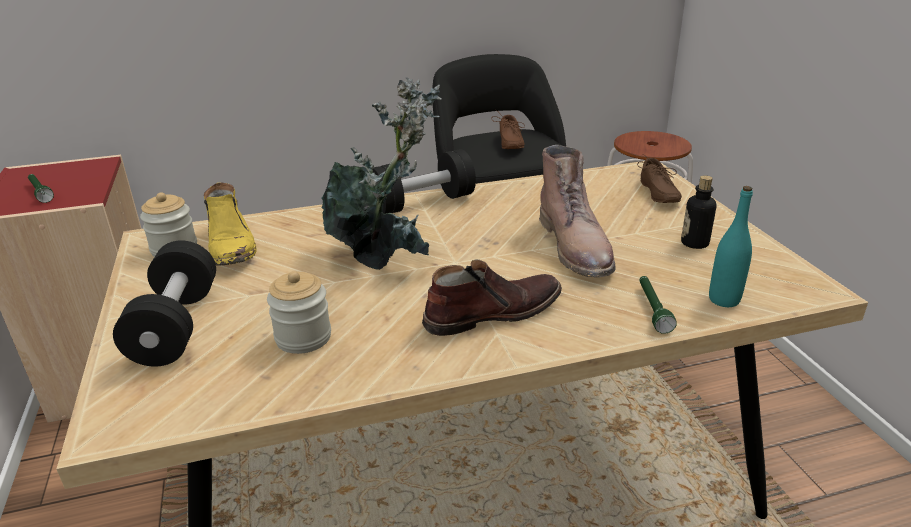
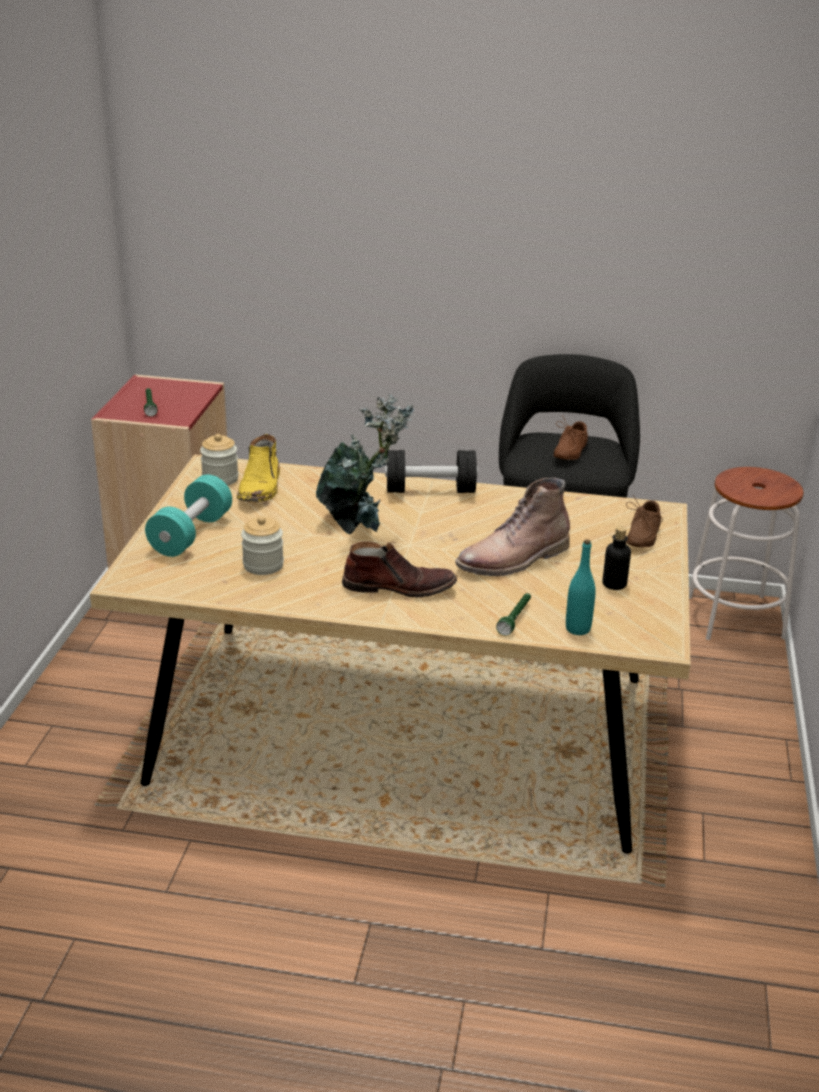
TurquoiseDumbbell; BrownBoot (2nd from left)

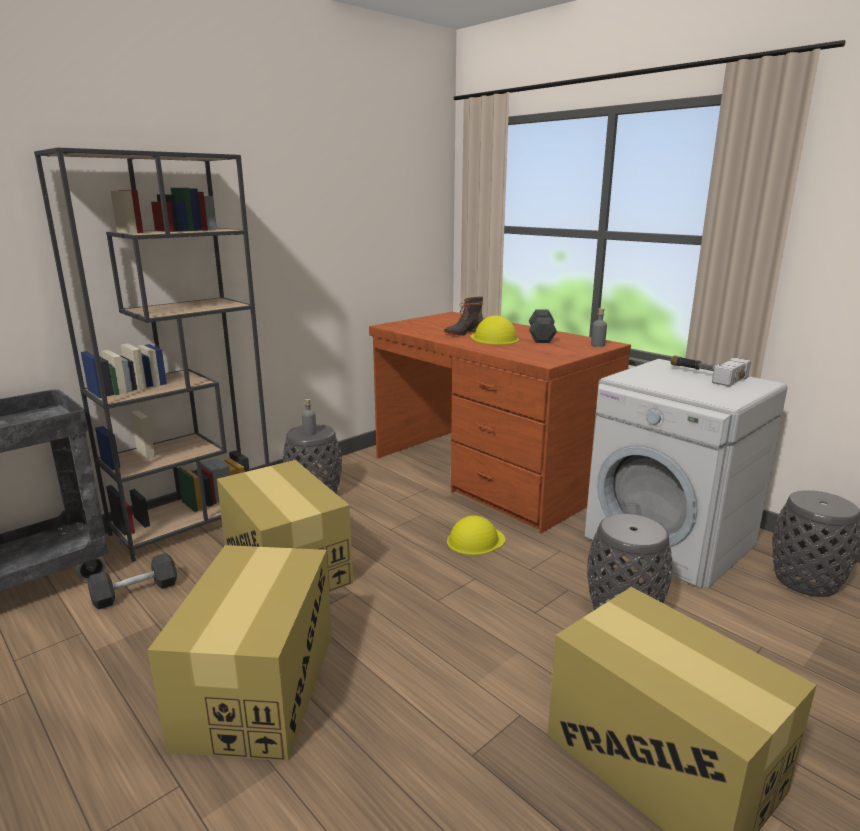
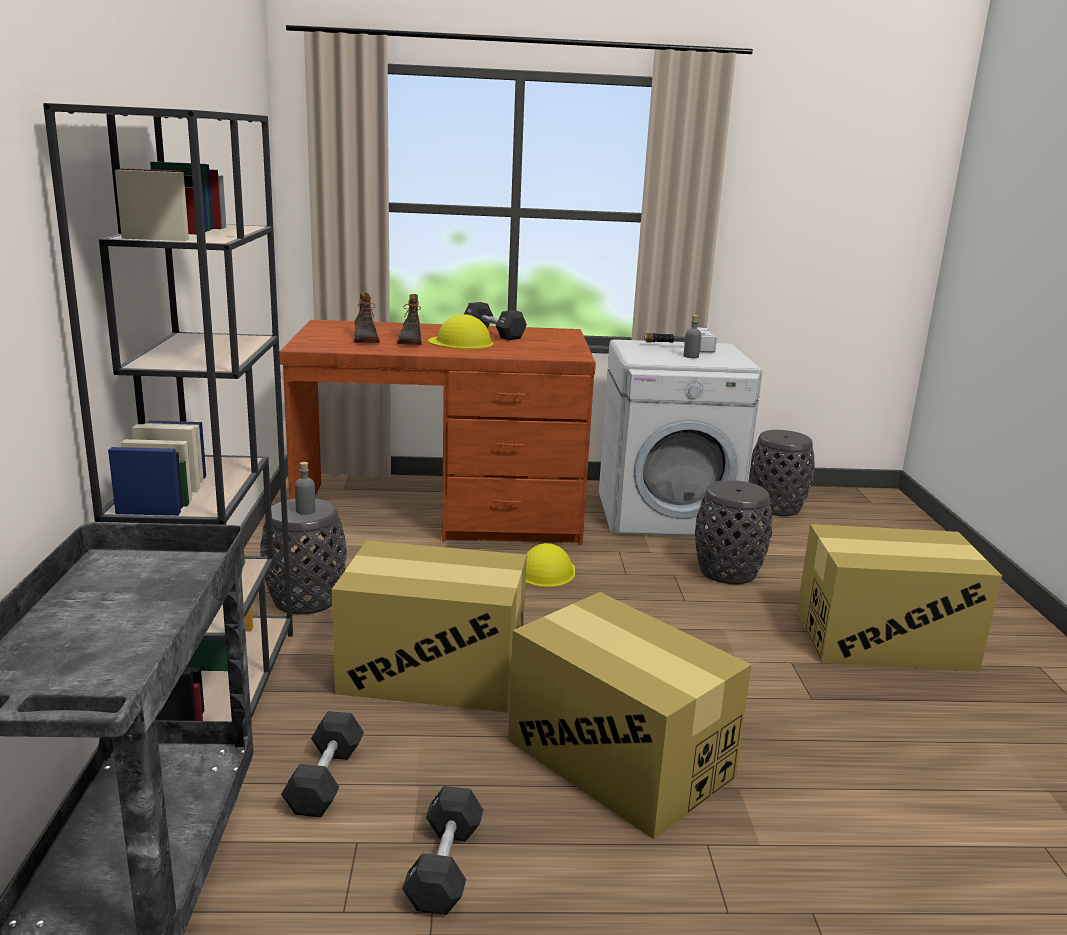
Boot (1st from left); BlackDumbbell (2nd from left); GreyBottle (2nd from left)

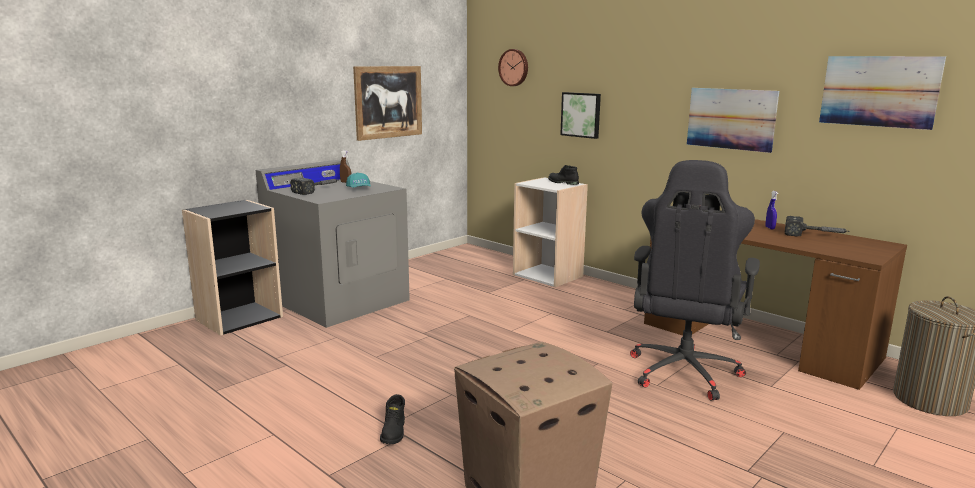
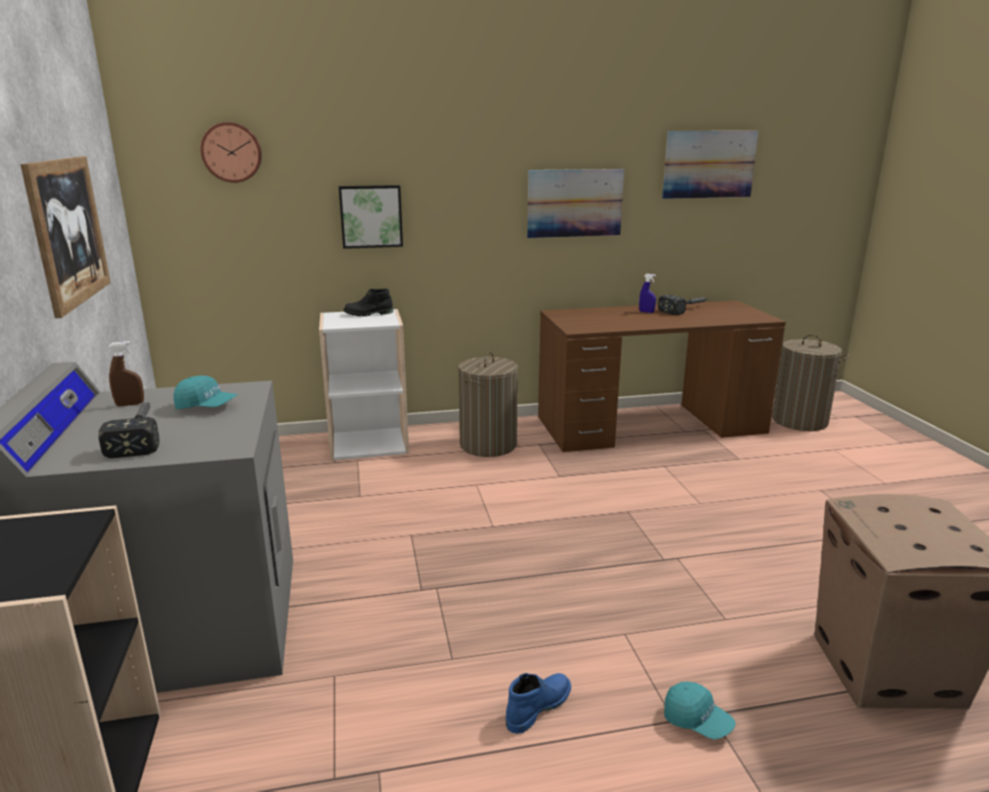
LaundryBasket (1st from left); BlueBoot; TurquoiseCap (2nd from left); BlackOfficeChair

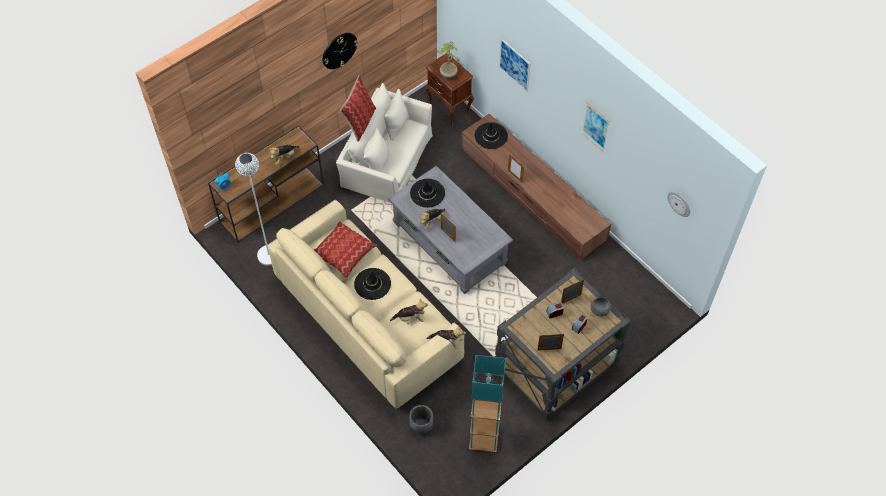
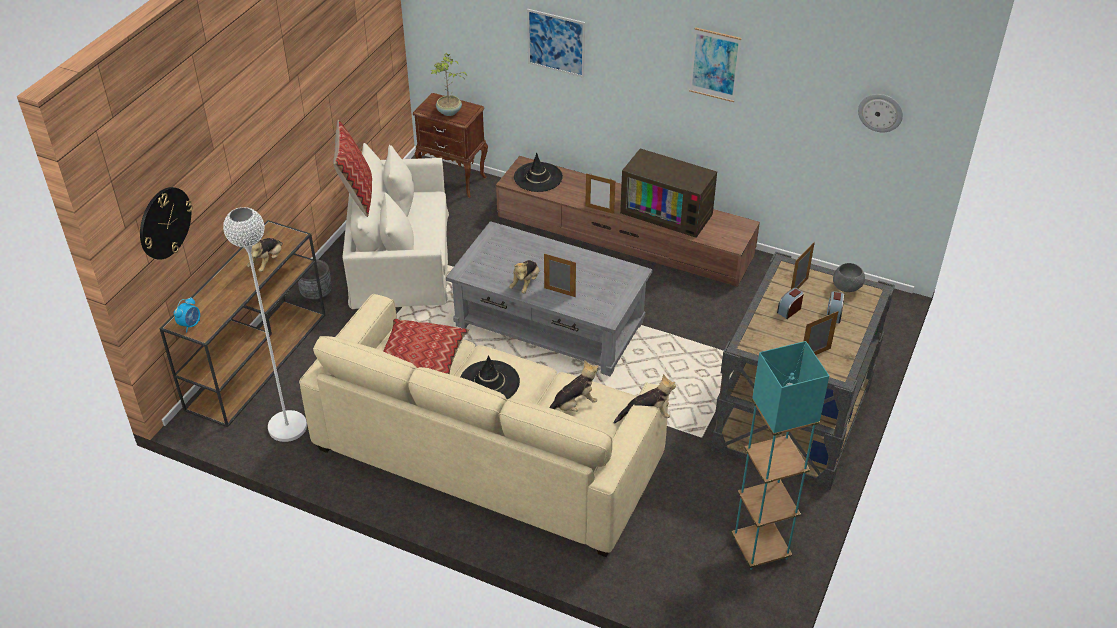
WallClock (1st from left); GreyPlanter; Television; BlackHat (2nd from left in the first image)

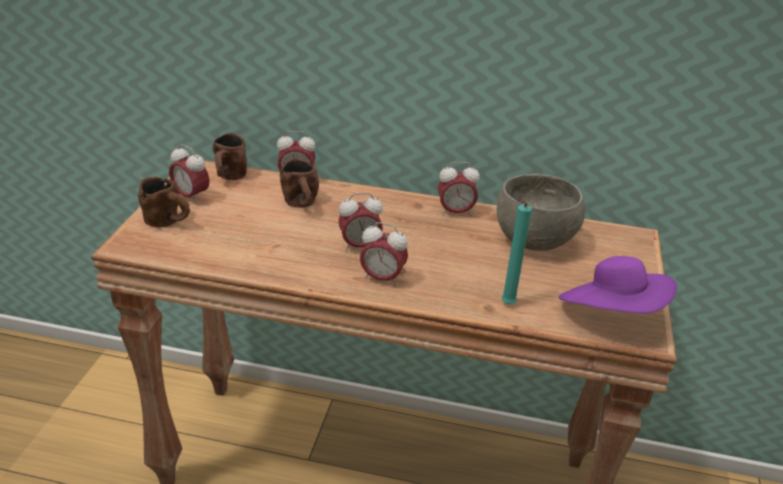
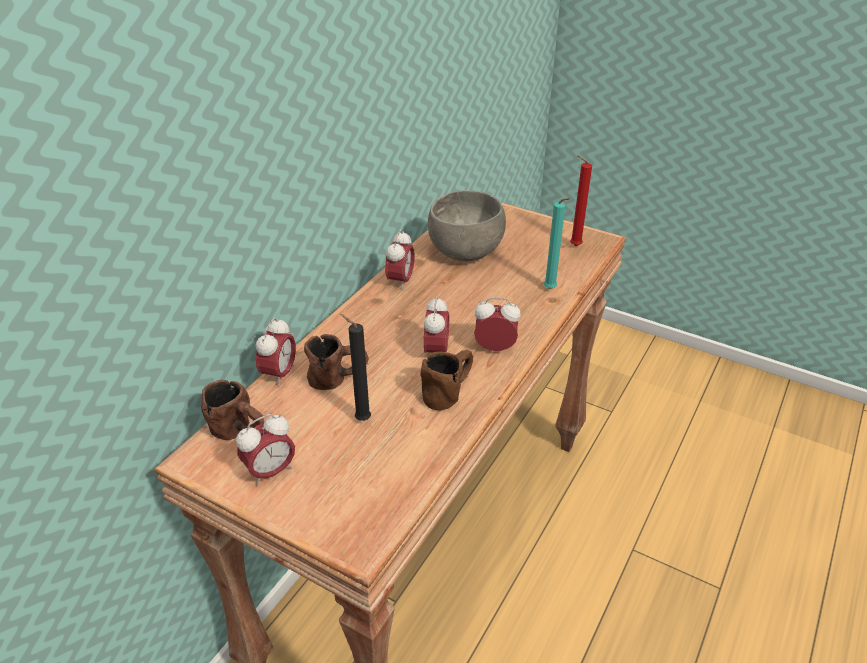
BlackCandle; BrownMug (3rd from left); AlarmClock (5th from left); RedCandle

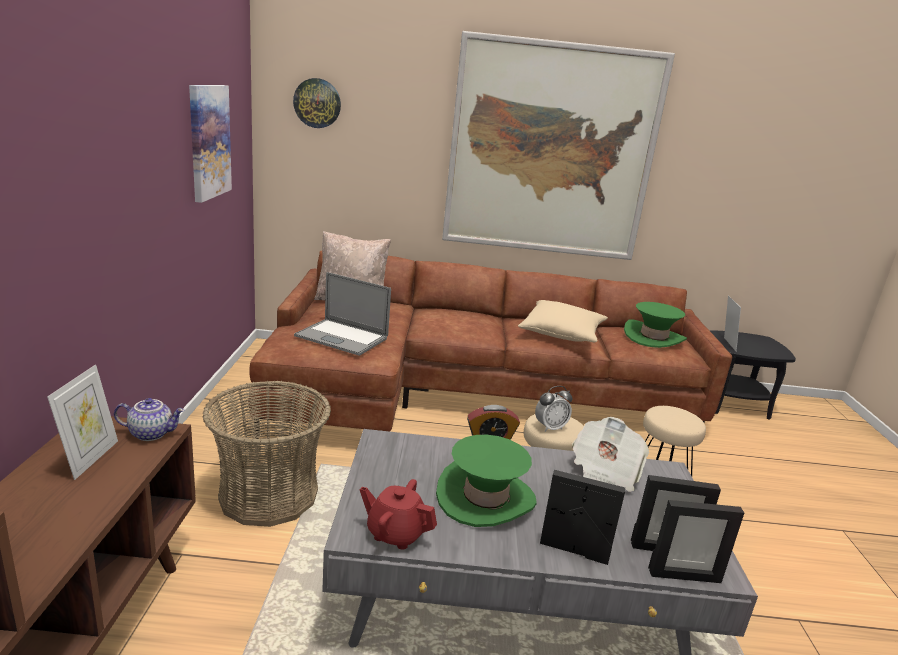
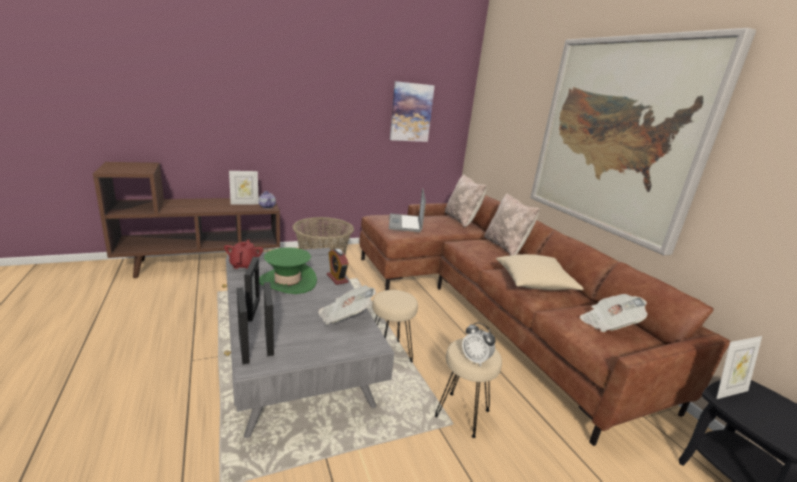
AlarmClock (2nd from left); BeigePillow (2nd from left); Newspaper (2nd from left); WallClock

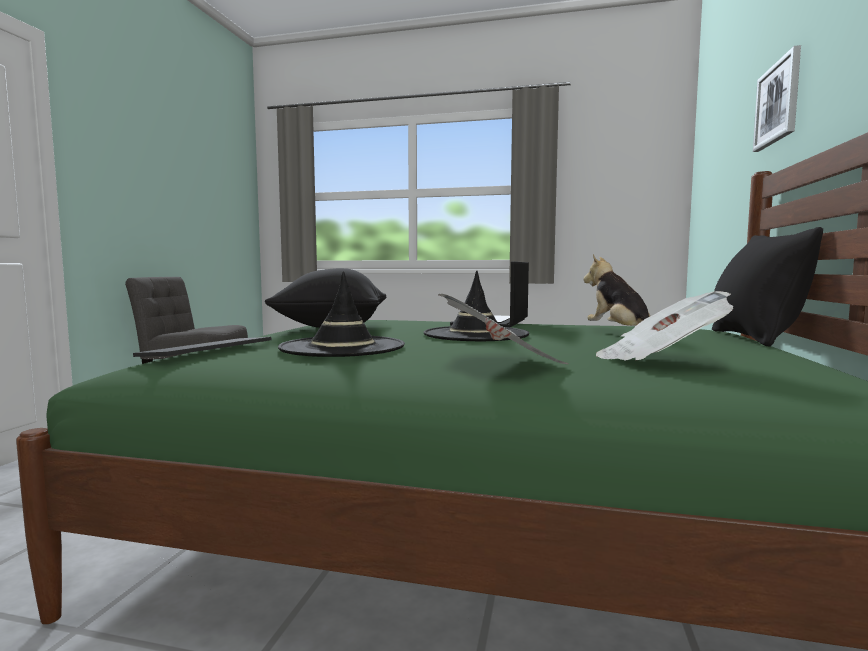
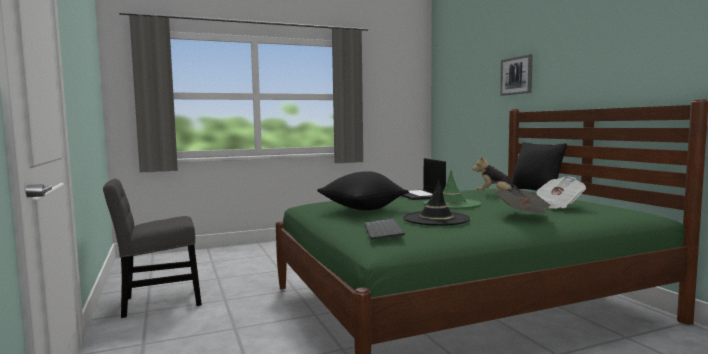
GreenHat

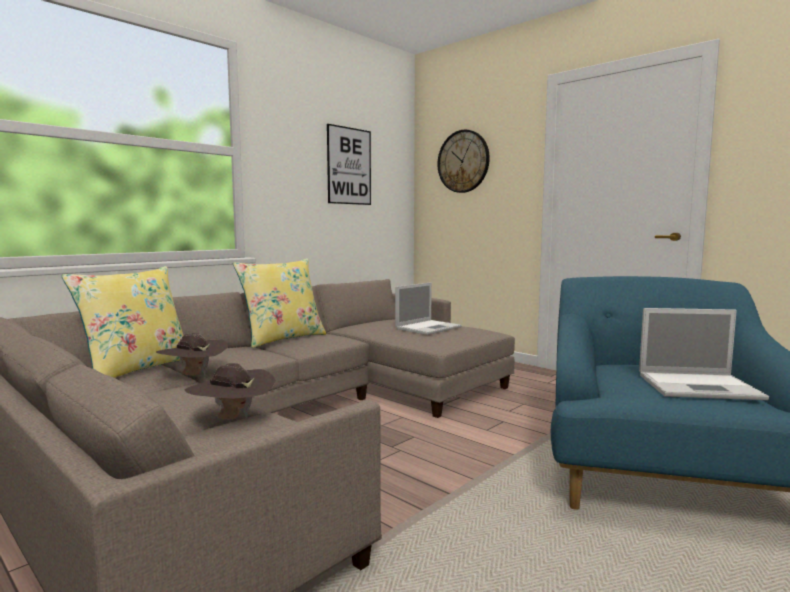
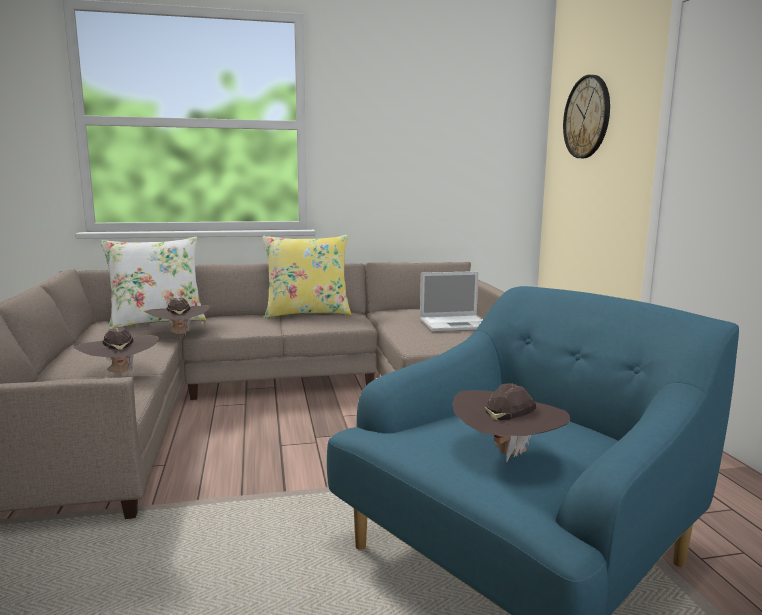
WhitePillow; BrownHat (3rd from left); Picture

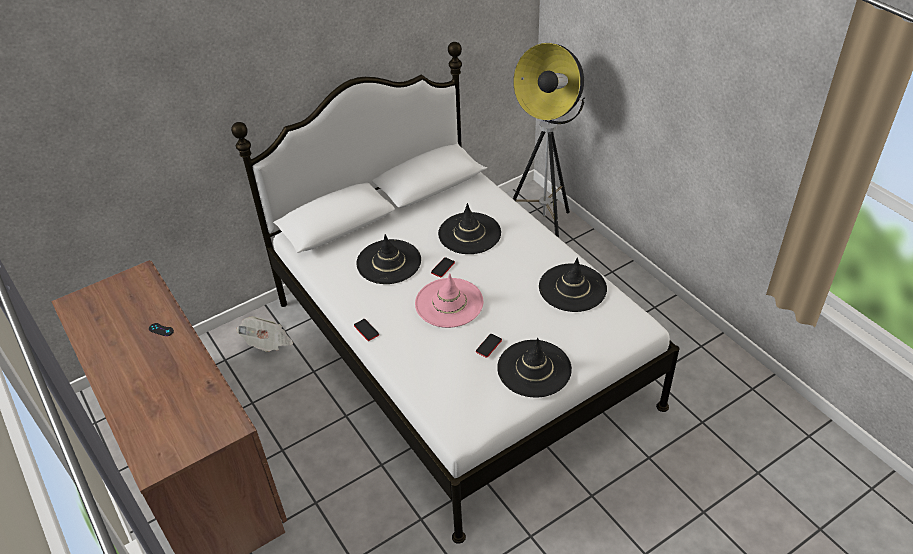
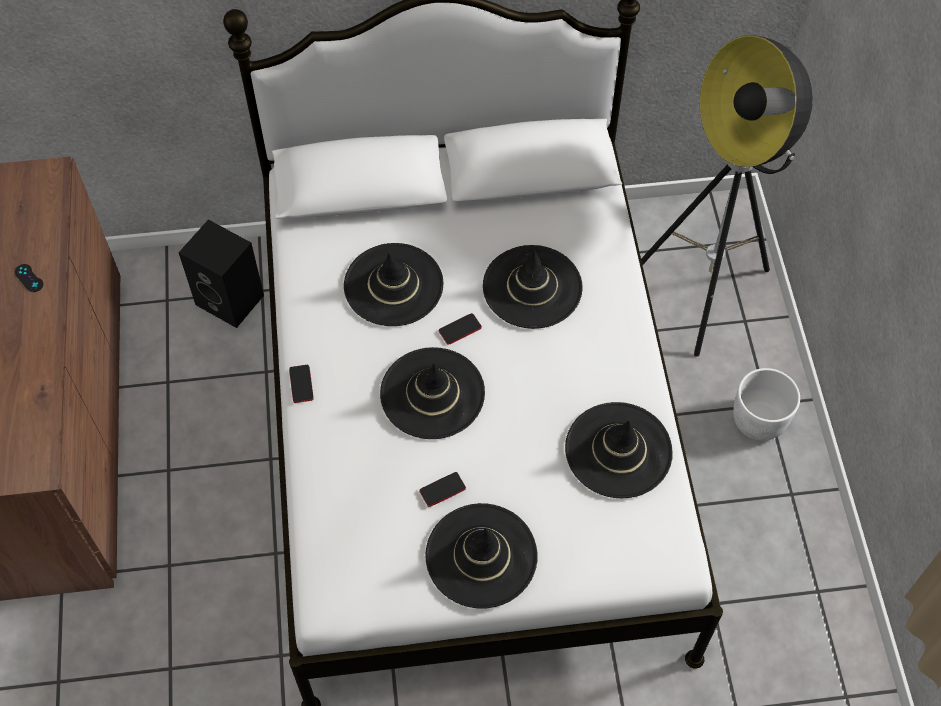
BlackSpeaker; BlackHat (2nd from left); WhitePlanter

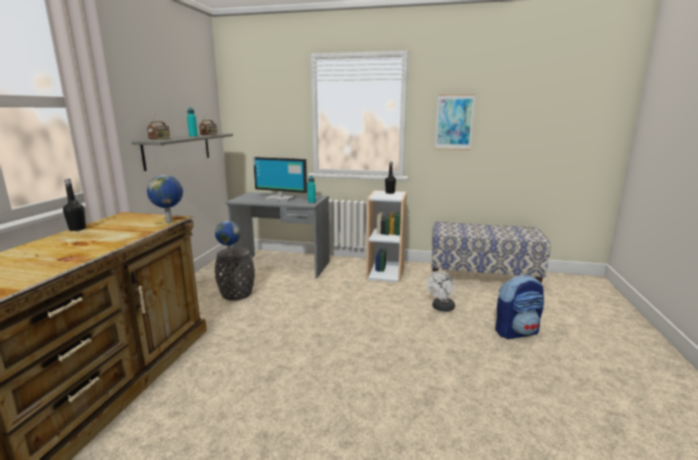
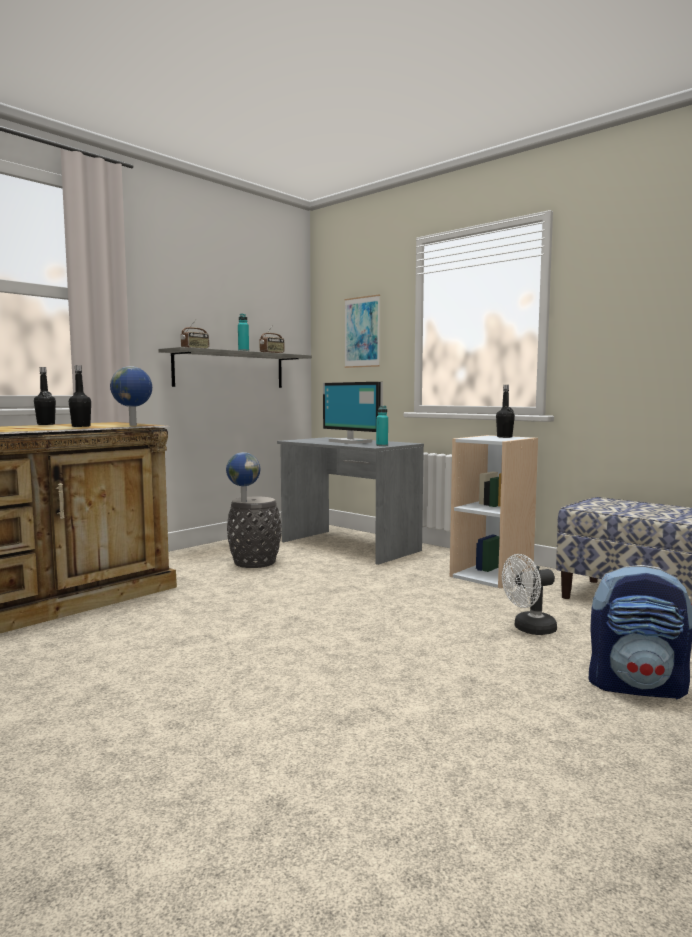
BlackBottle (2nd from left); Picture

